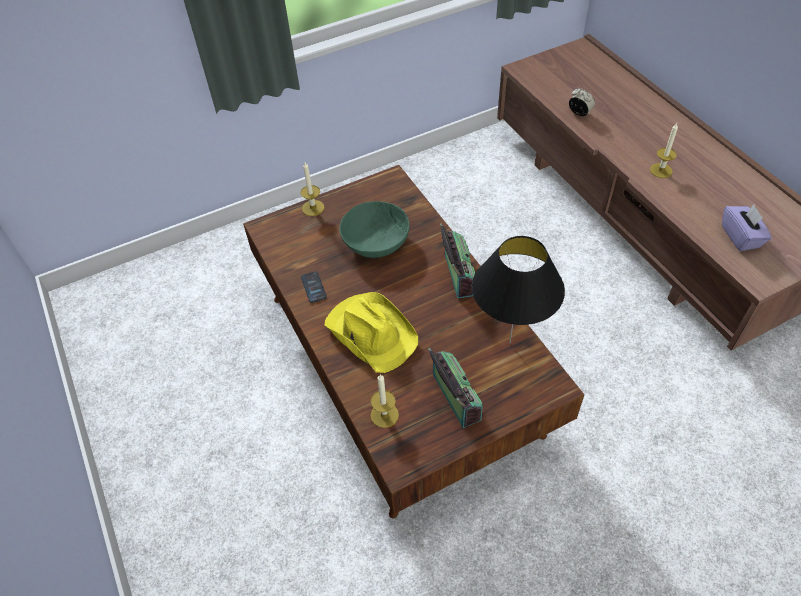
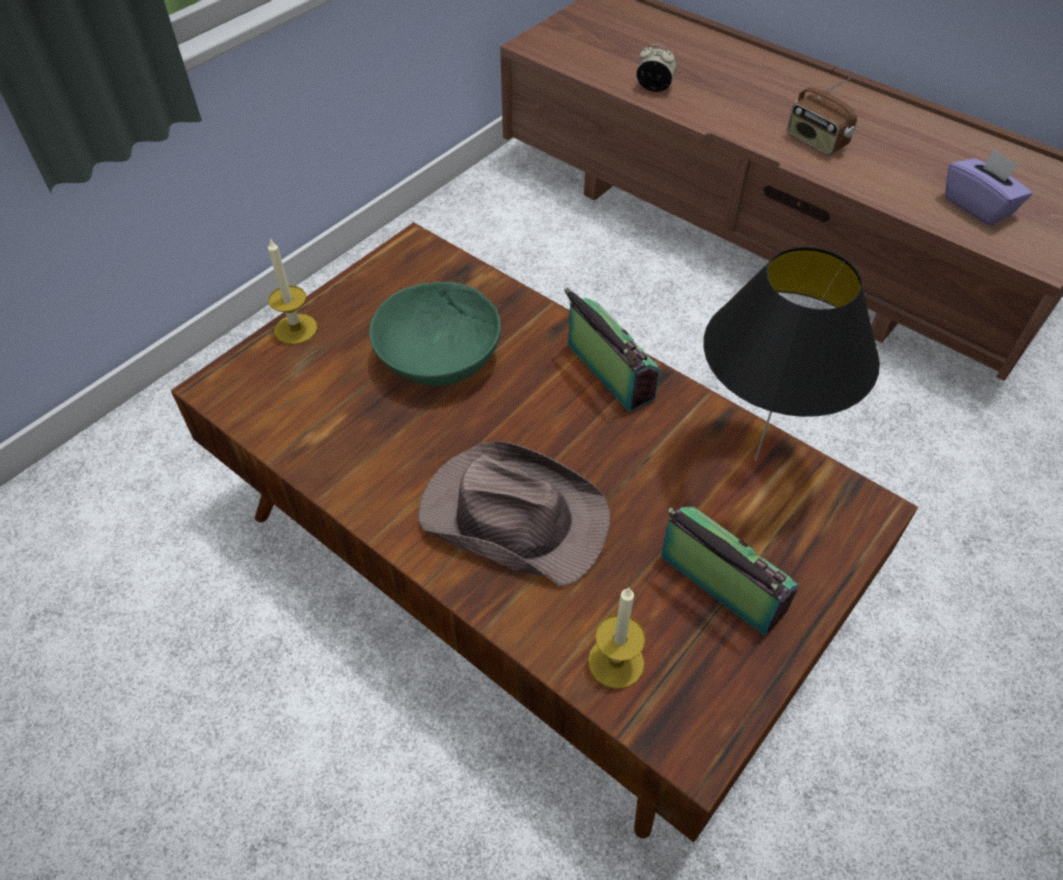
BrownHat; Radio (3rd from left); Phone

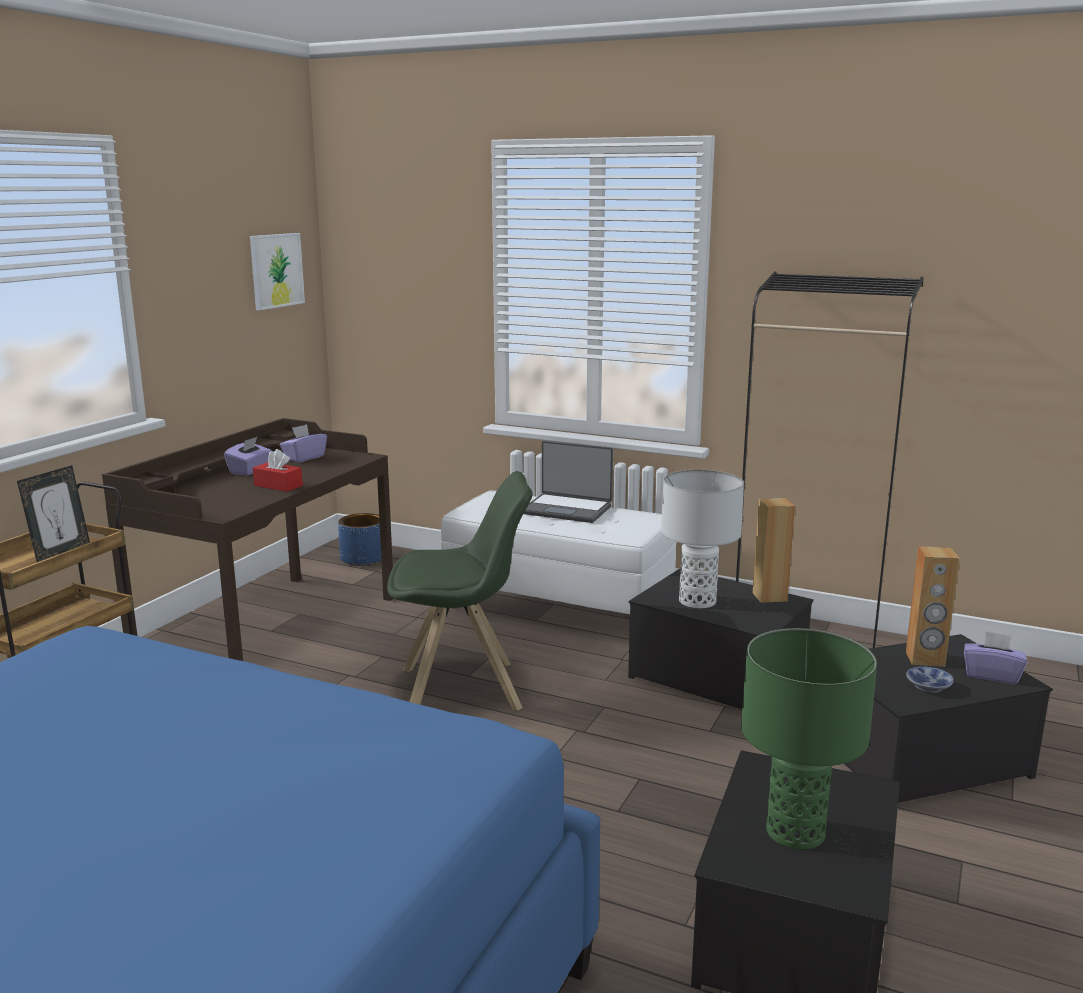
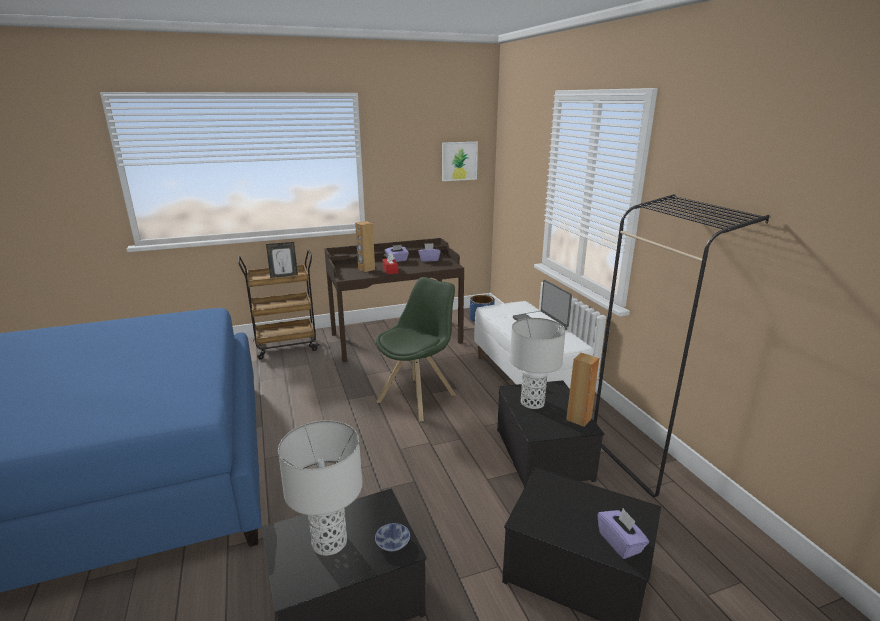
WhiteTableLamp (1st from left); BrownSpeaker (1st from left); Bowl; GreenChair

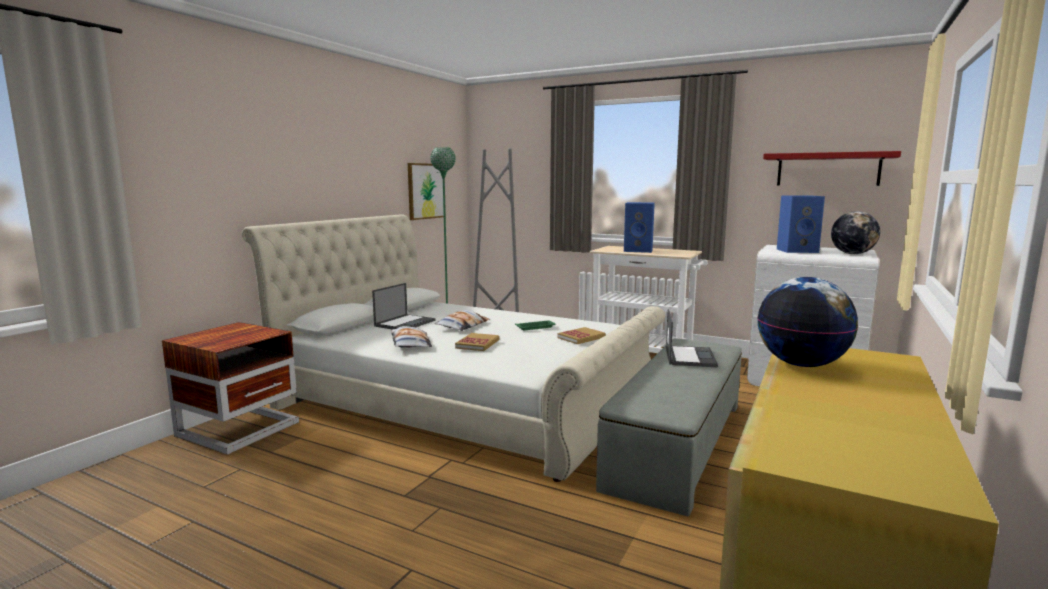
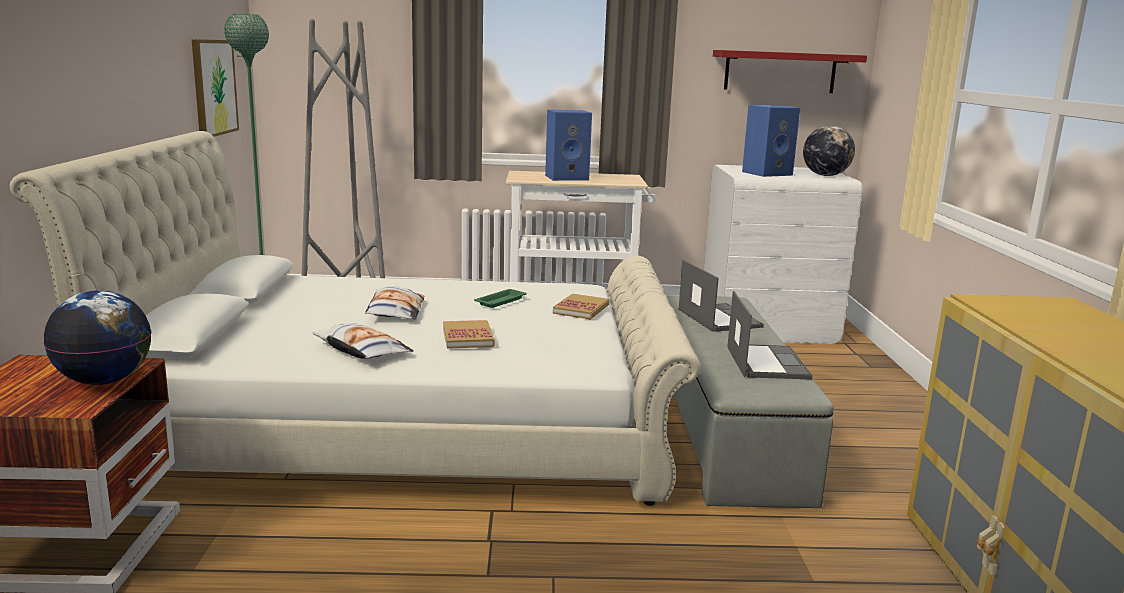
Globe (1st from left); Laptop (2nd from left)

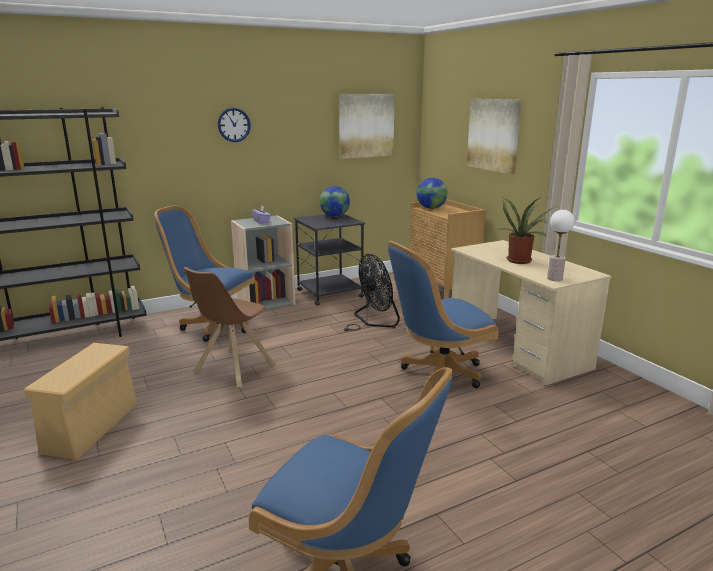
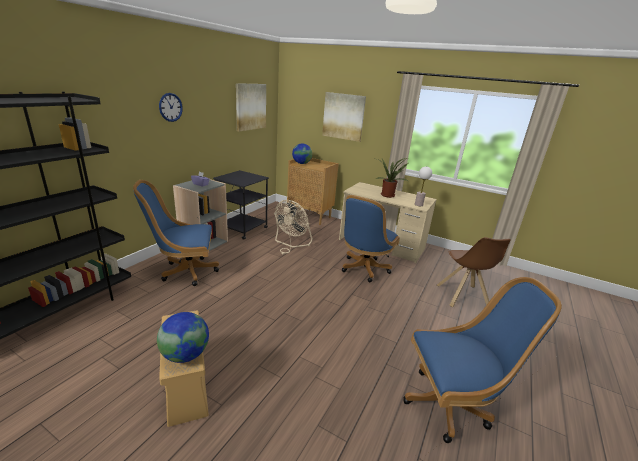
Globe (1st from left); BeigeFan; BrownChair

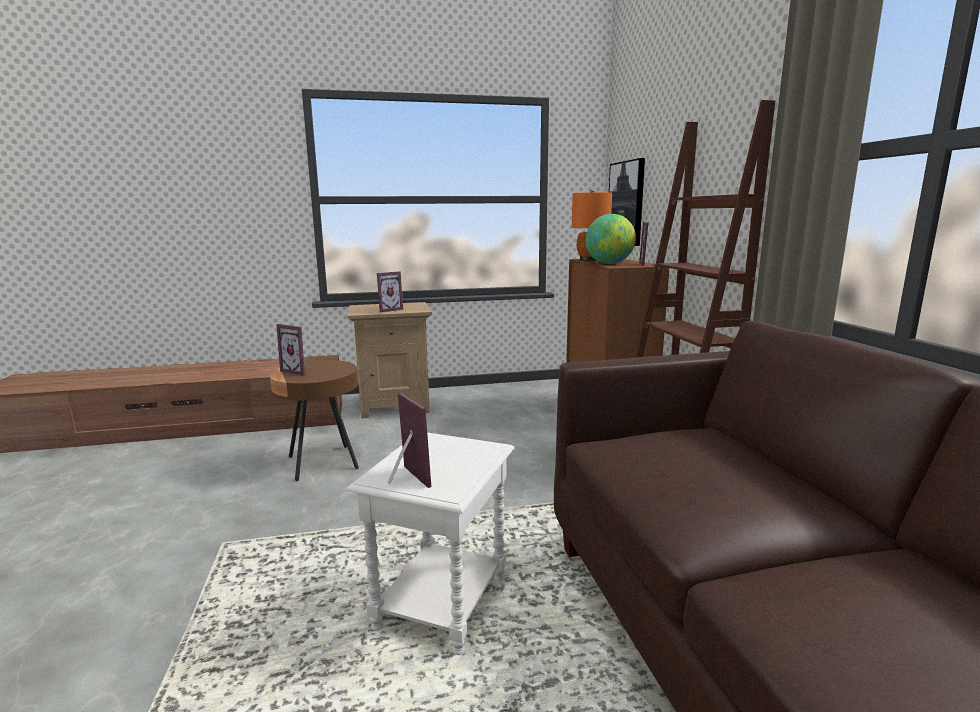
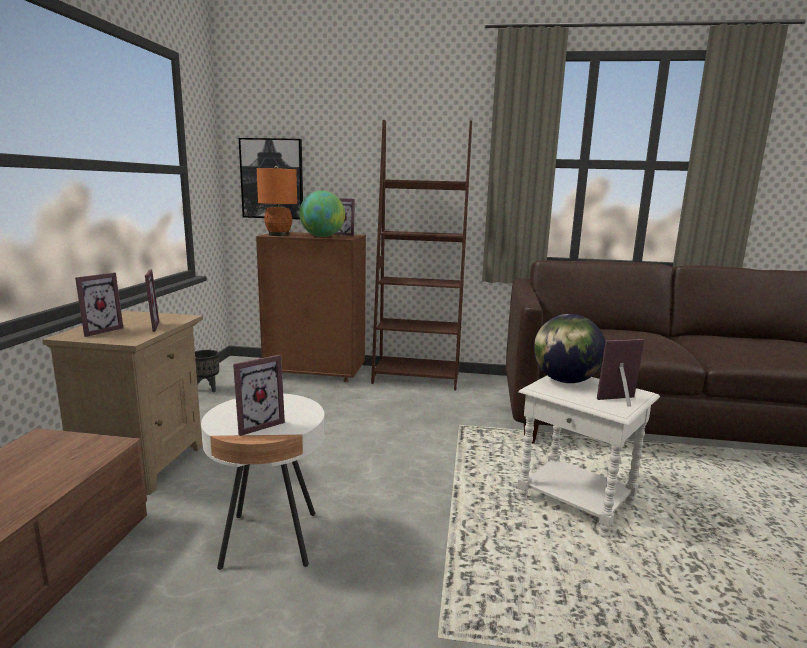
PictureFrame (1st from left); BlackPlanter; WhiteSideTable (1st from left); Globe (2nd from left)

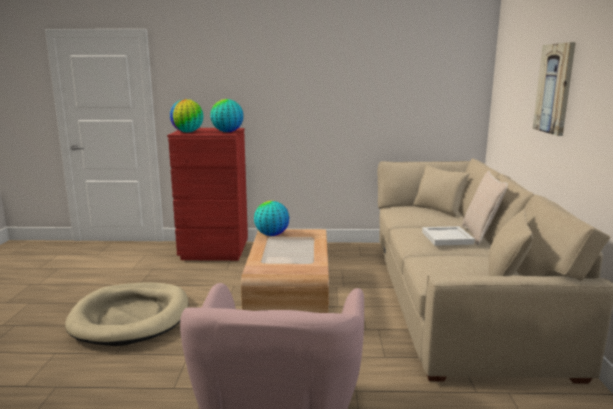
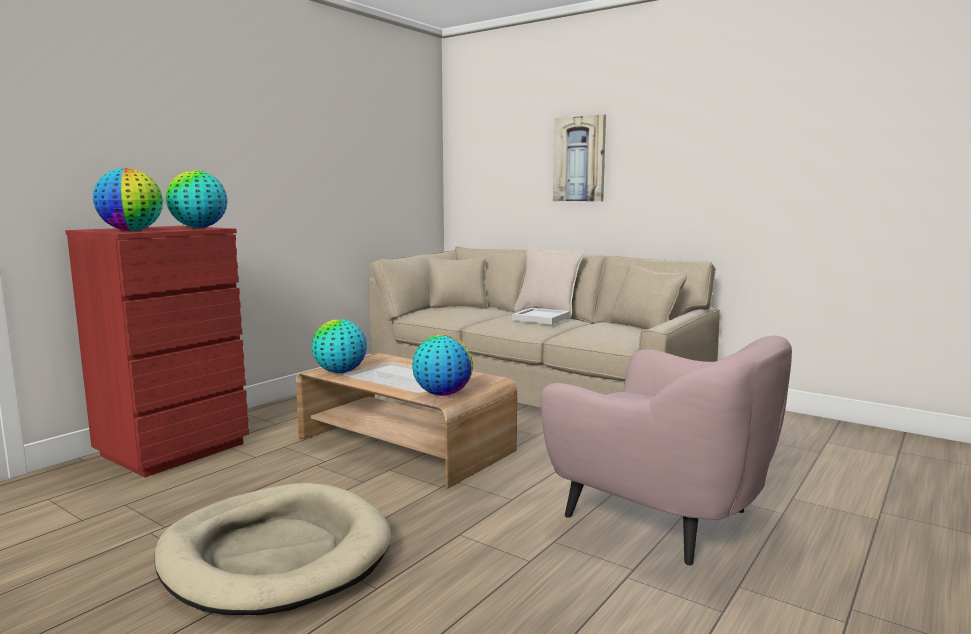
Globe (4th from left)

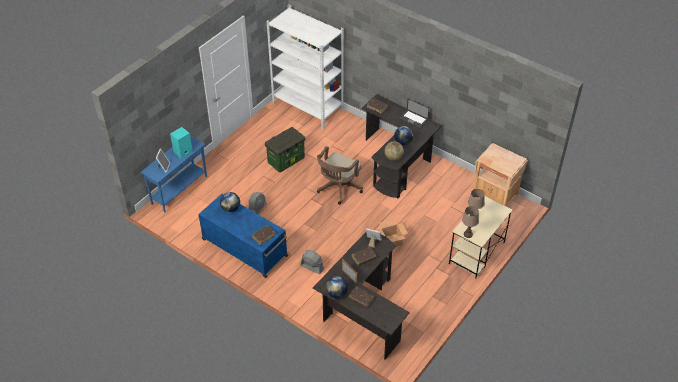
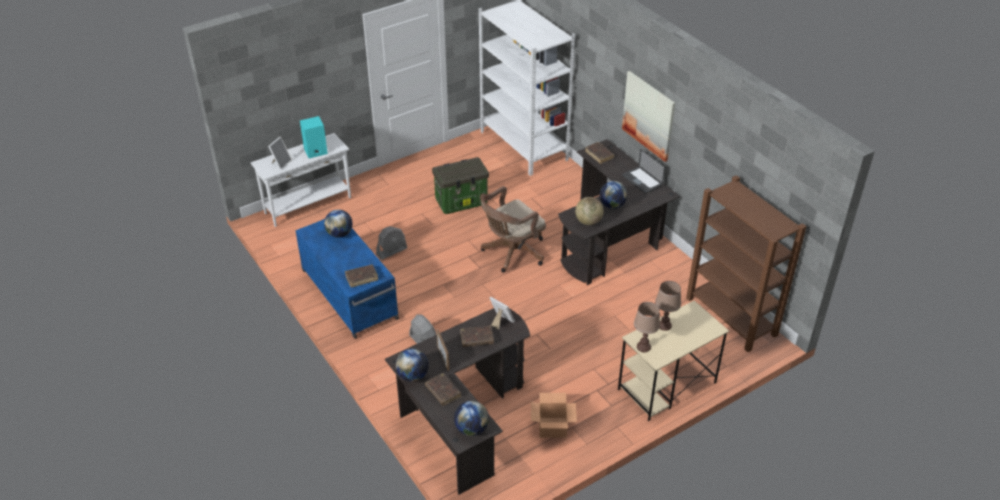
WhiteConsoleTable; Globe (3rd from left); CardboardBox; Picture; BrownBookcase

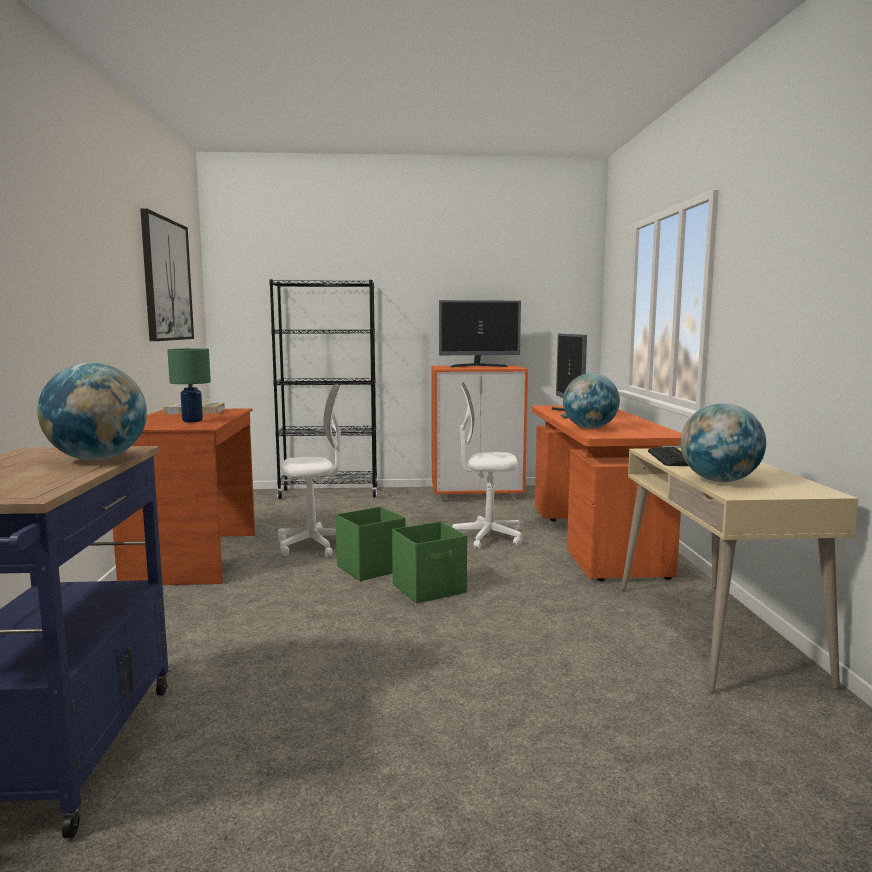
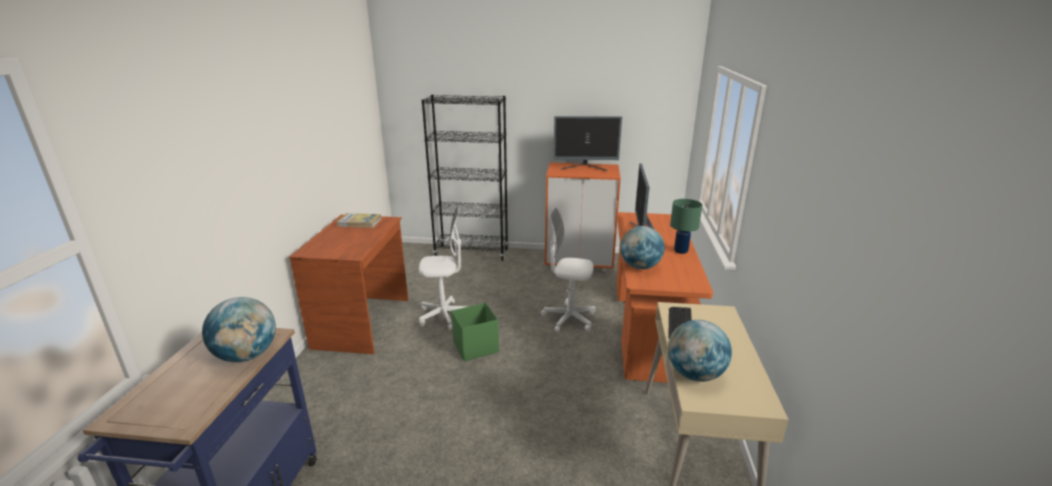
GreenTableLamp; Picture; GreenStorageBox (2nd from left in the first image)

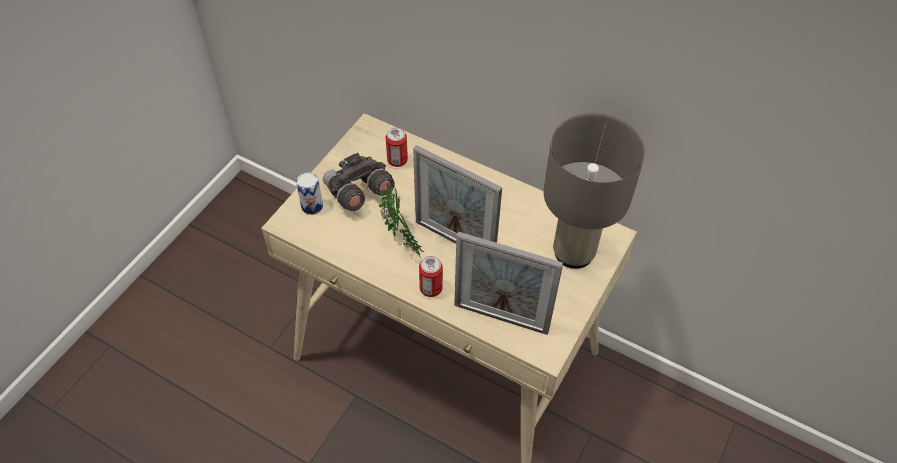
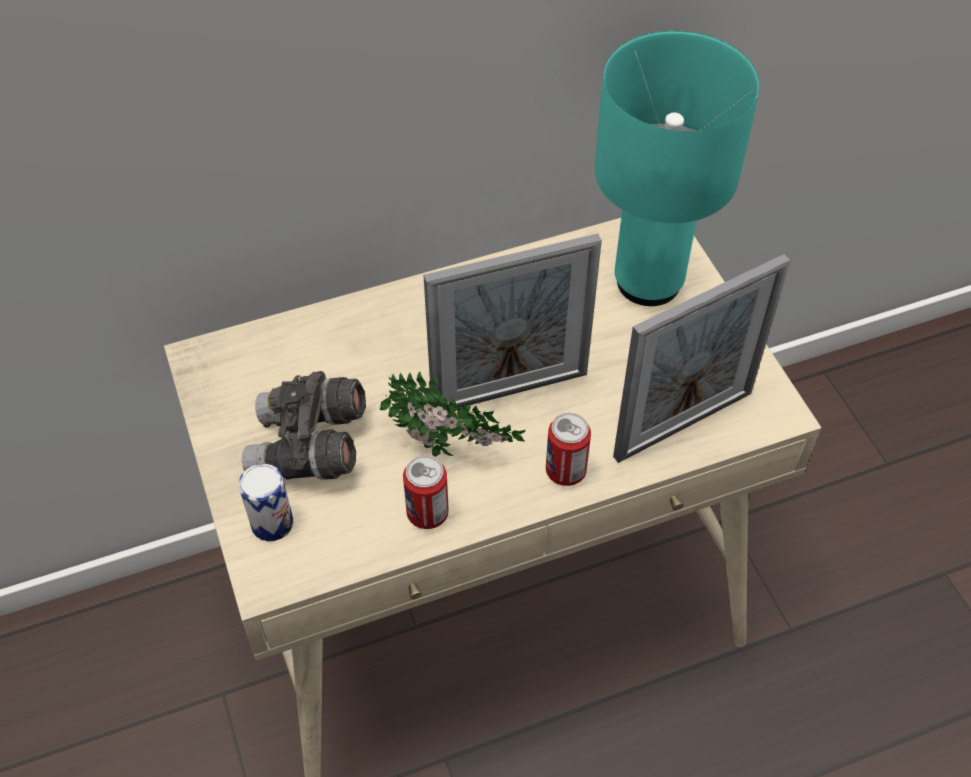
Can (2nd from left); TurquoiseTableLamp

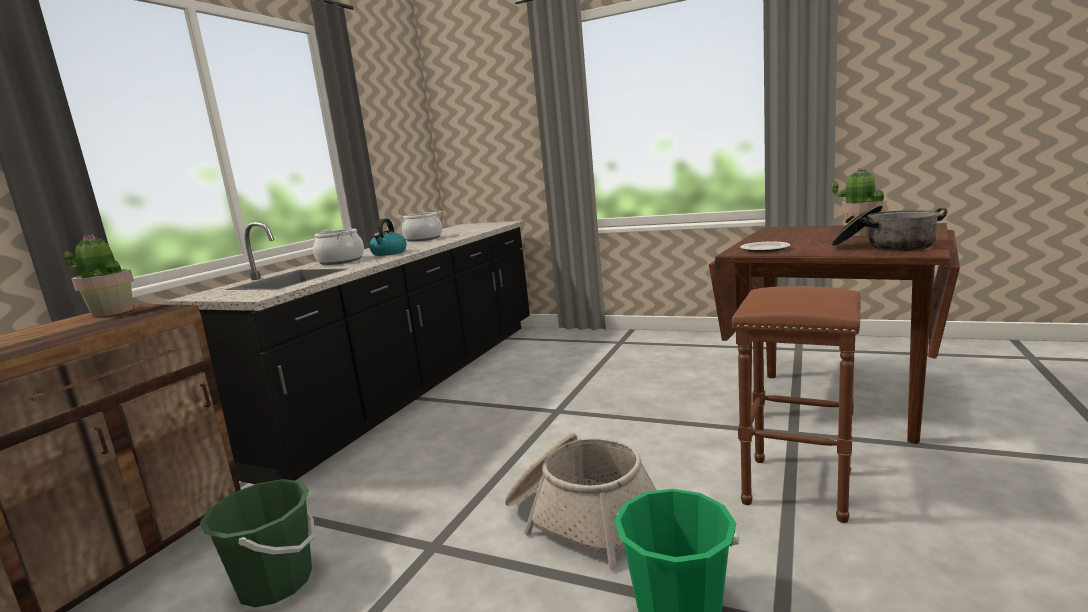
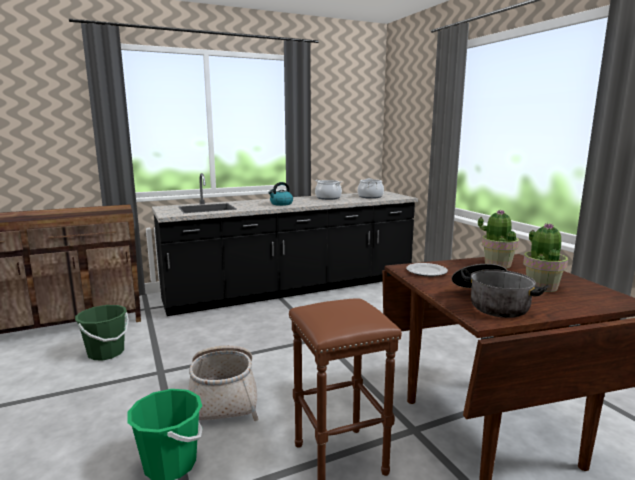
CookingPot (2nd from left); PottedPlant (1st from left)

